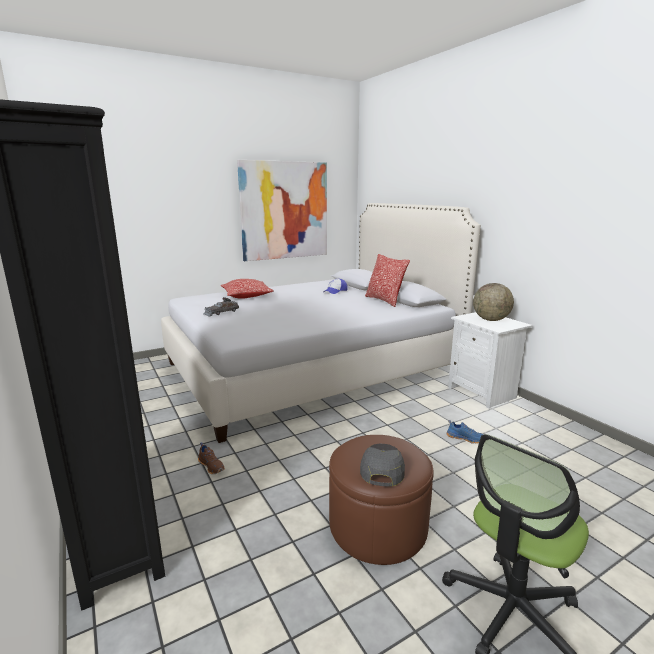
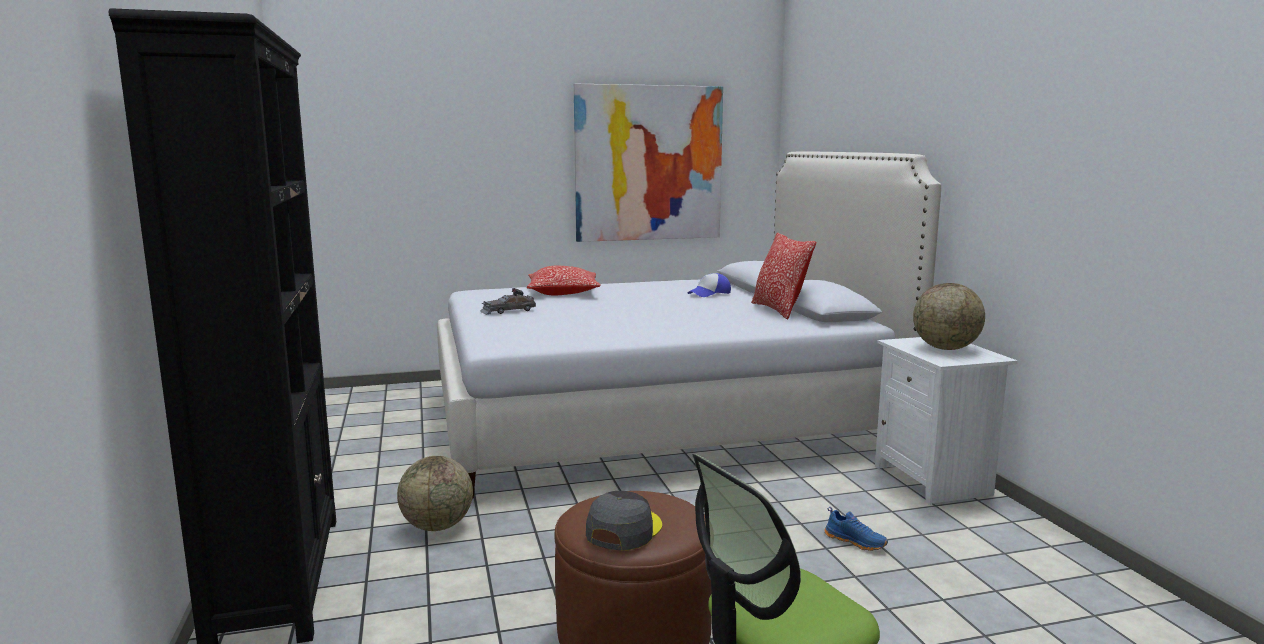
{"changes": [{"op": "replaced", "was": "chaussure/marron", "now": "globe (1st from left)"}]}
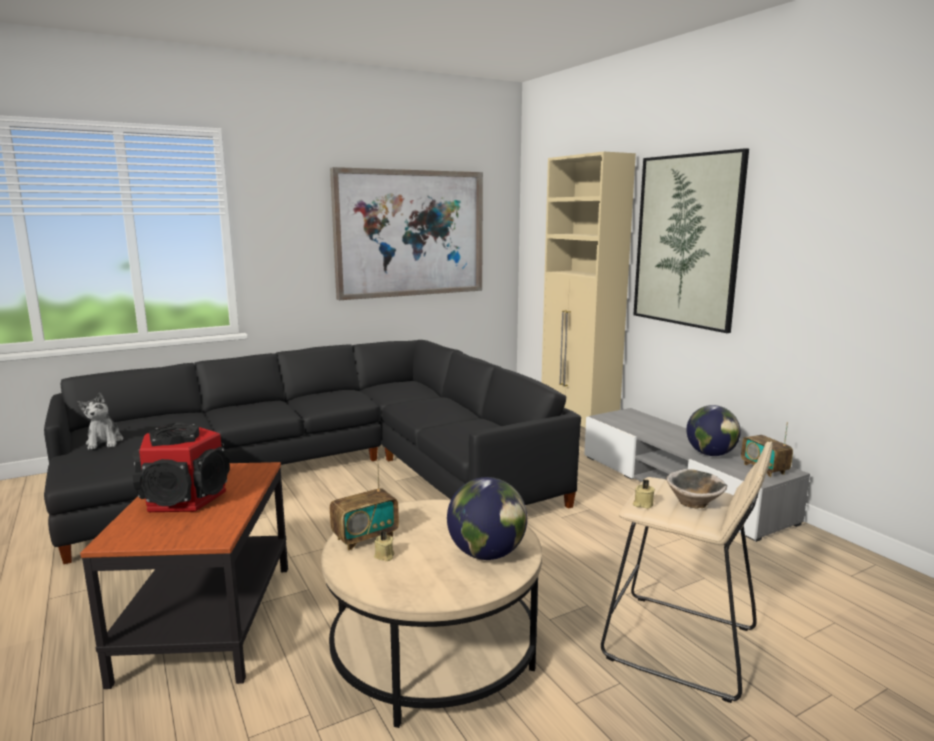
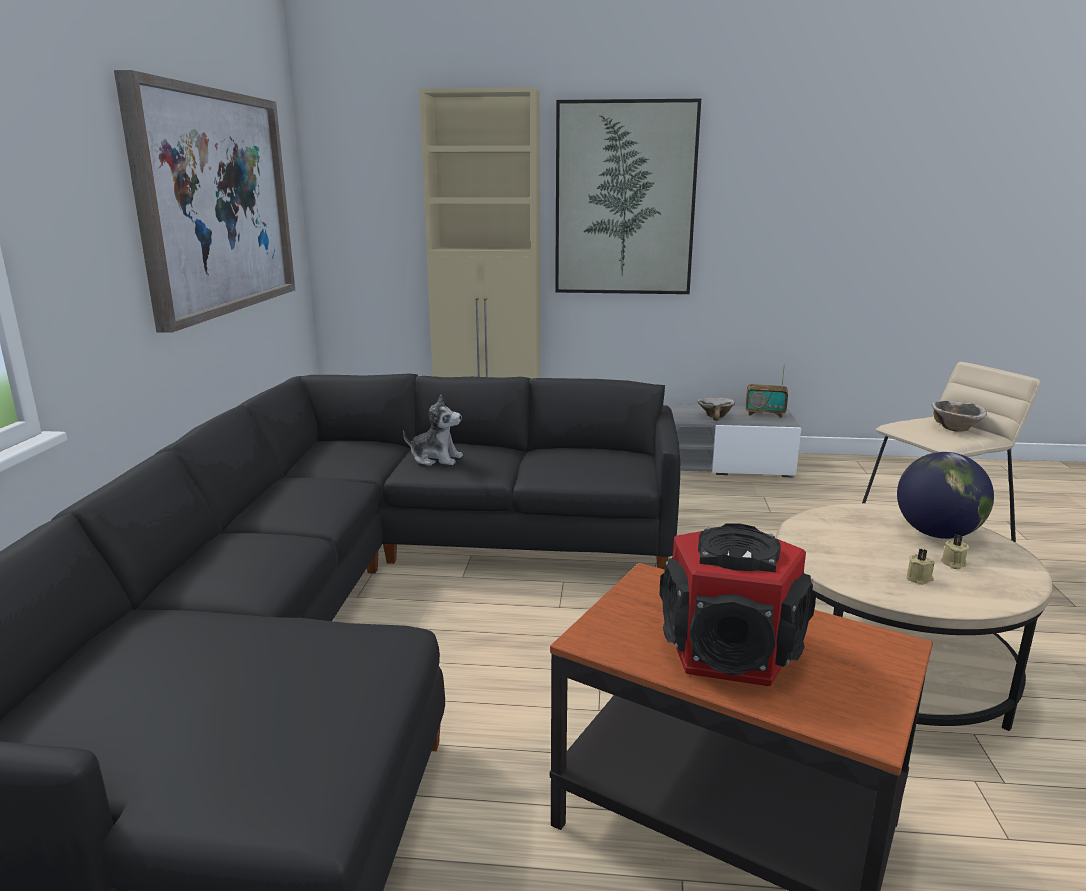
{"changes": [{"op": "moved", "was": "peluche"}, {"op": "replaced", "was": "globe (2nd from left)", "now": "bol (1st from left)"}, {"op": "moved", "was": "bougie/beige (2nd from left)"}, {"op": "removed", "was": "radio (1st from left)"}]}
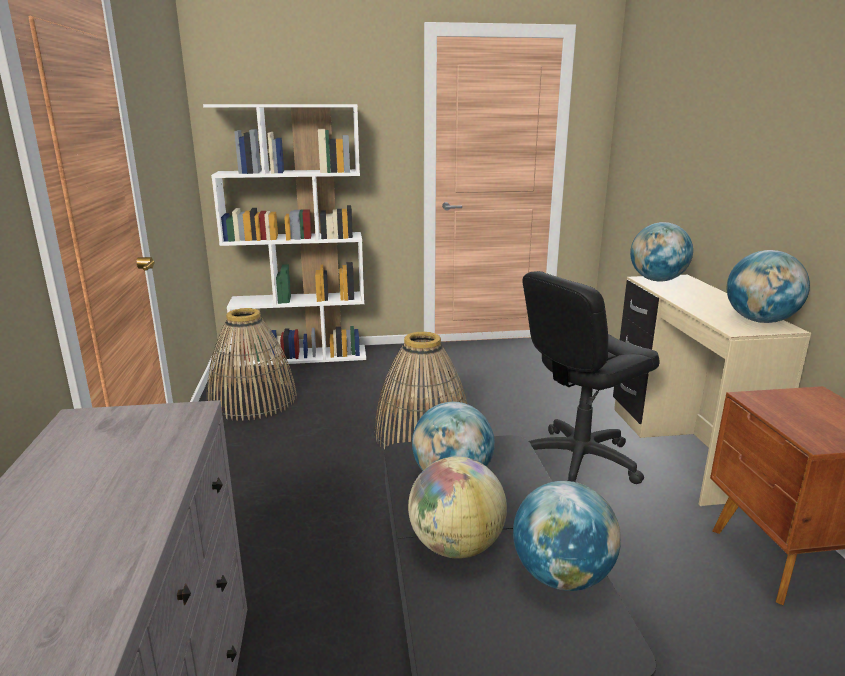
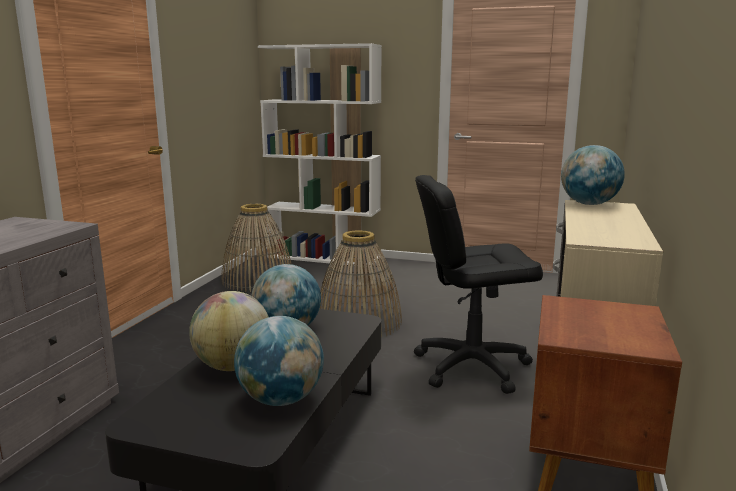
{"changes": [{"op": "removed", "was": "globe (5th from left)"}]}
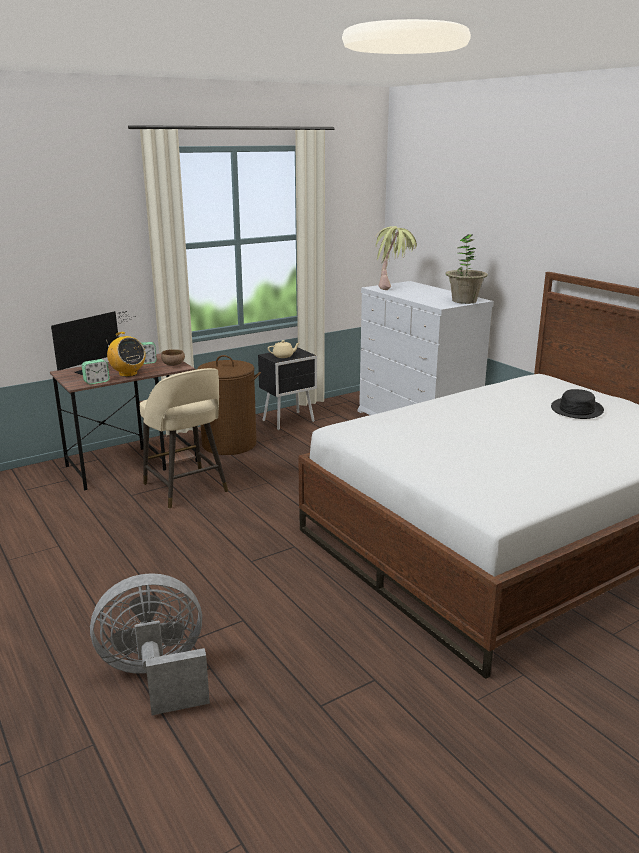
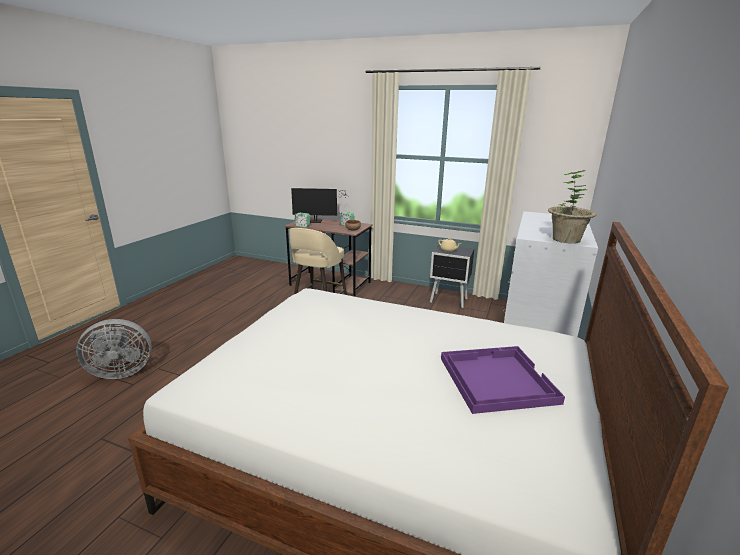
{"changes": [{"op": "turned", "was": "ventilateur/gris", "clockwise": 120}, {"op": "replaced", "was": "chapeau/noir", "now": "plateau/violet"}, {"op": "removed", "was": "radio"}, {"op": "removed", "was": "panier à linge/marron"}, {"op": "removed", "was": "plante en pot (1st from left)"}]}
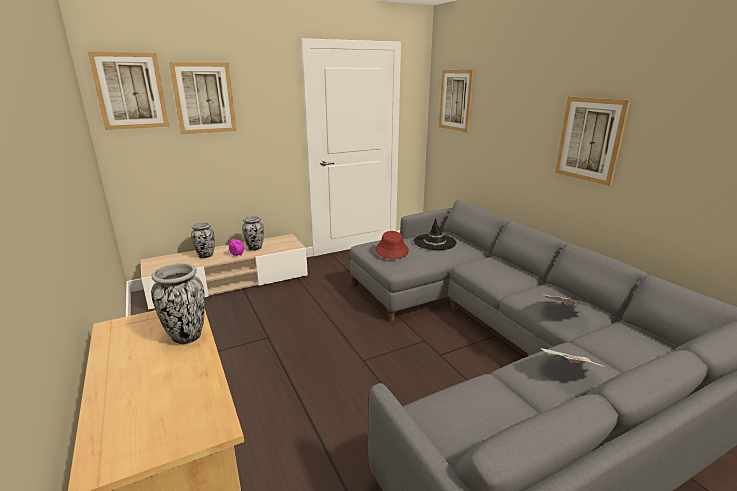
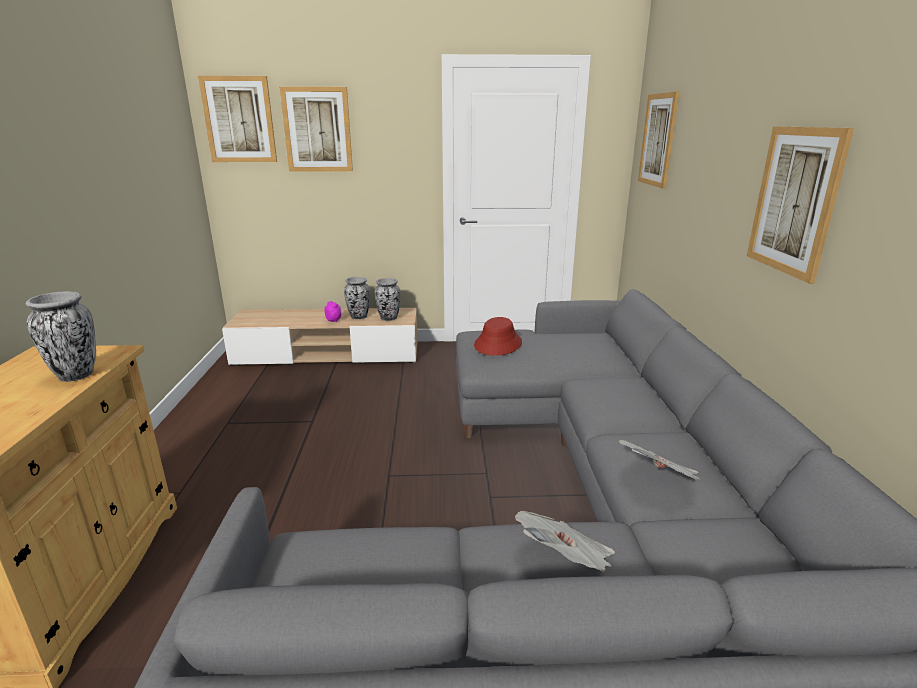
{"changes": [{"op": "moved", "was": "vase (2nd from left in the first image)", "now": "vase (3rd from left)"}, {"op": "removed", "was": "chapeau/noir"}]}
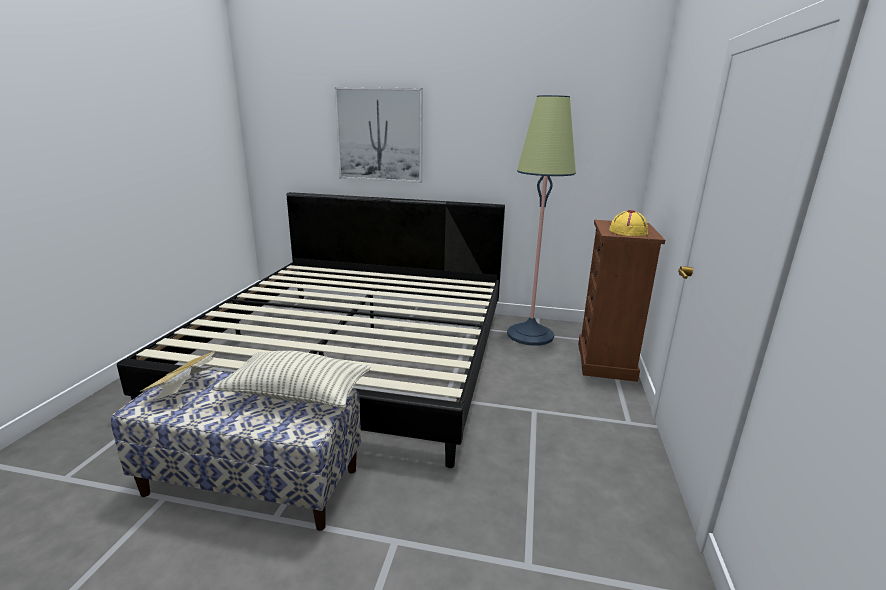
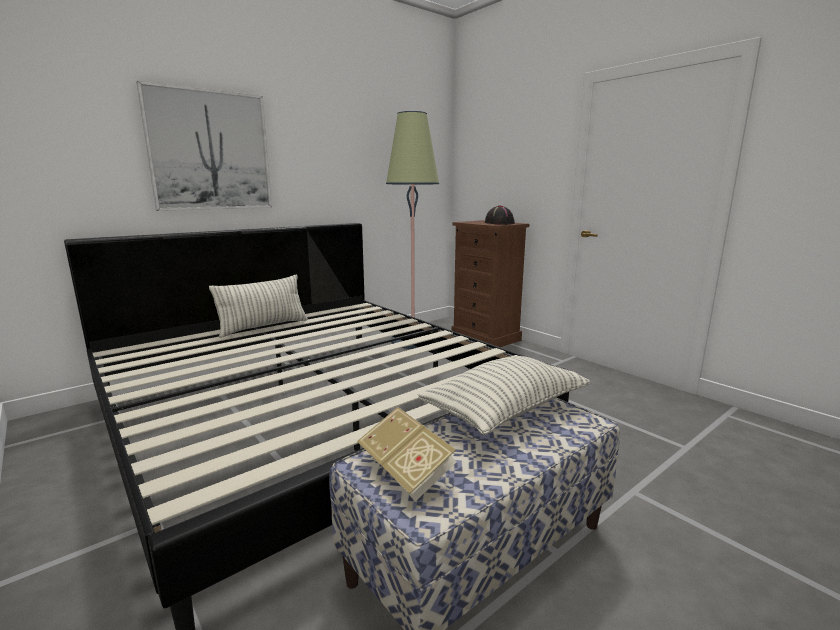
{"changes": [{"op": "added", "now": "coussin (1st from left)"}, {"op": "recoloured", "was": "chapeau/jaune", "now": "chapeau/noir"}]}
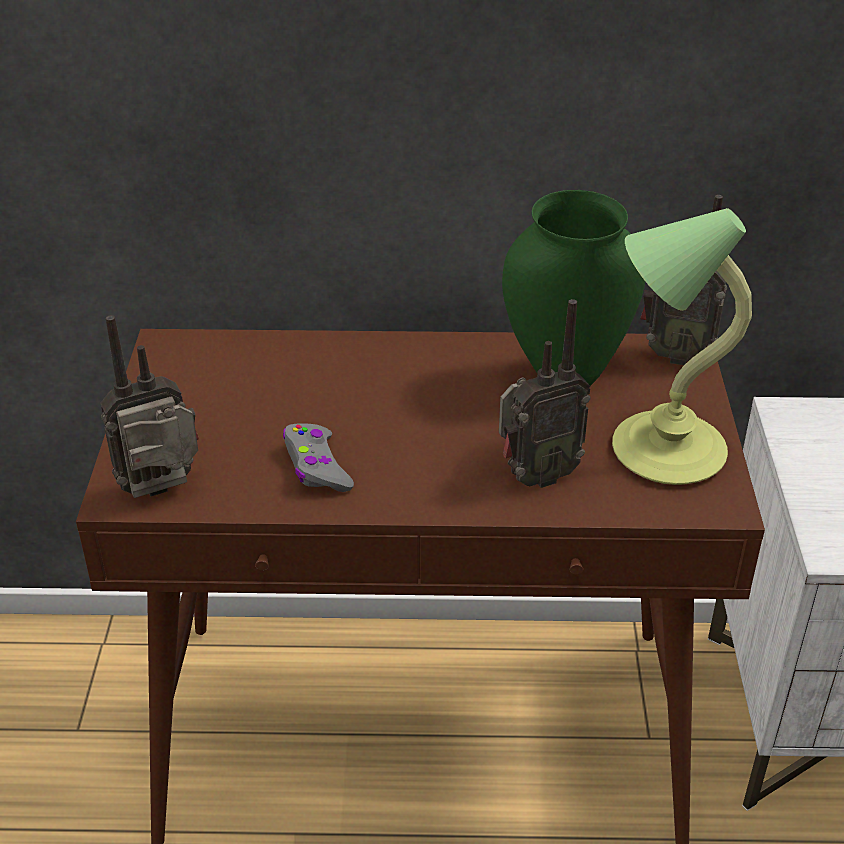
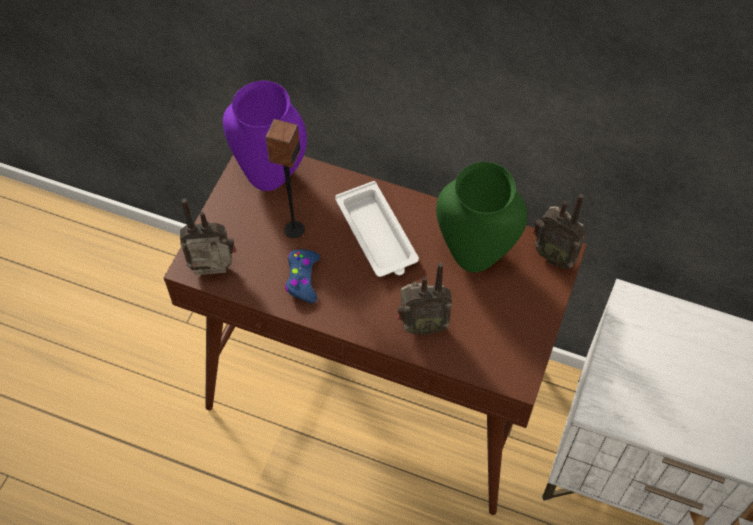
{"changes": [{"op": "added", "now": "vase/violet"}, {"op": "added", "now": "enceinte"}, {"op": "recoloured", "was": "manette/gris", "now": "manette/bleu"}, {"op": "added", "now": "plateau/blanc"}, {"op": "removed", "was": "lampe de table"}]}
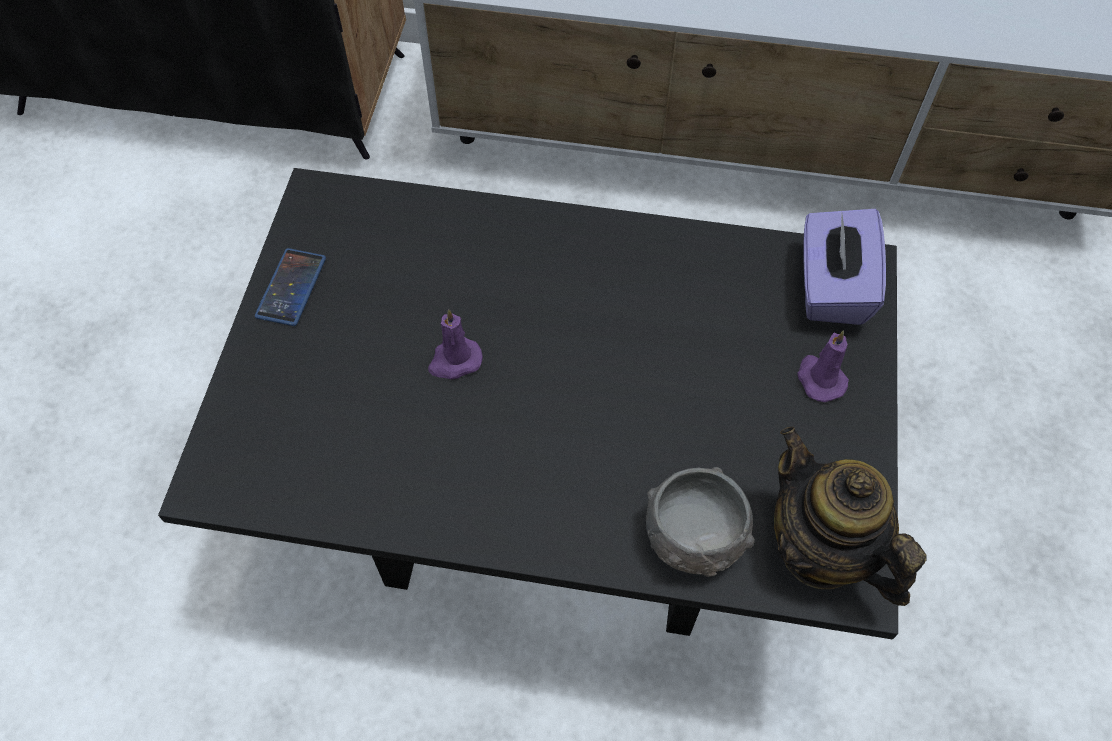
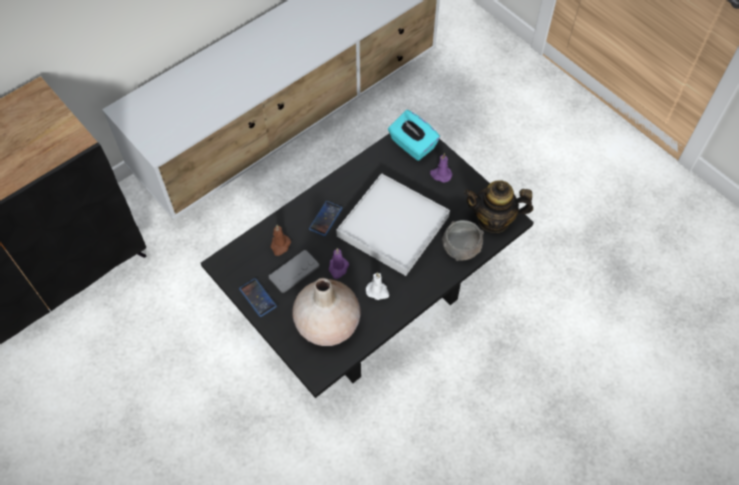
{"changes": [{"op": "added", "now": "manette/gris"}, {"op": "added", "now": "bougie/marron"}, {"op": "added", "now": "vase/beige"}, {"op": "added", "now": "téléphone (2nd from left)"}, {"op": "added", "now": "plateau/blanc"}, {"op": "added", "now": "bougie/blanc"}, {"op": "recoloured", "was": "boîte à mouchoirs/violet", "now": "boîte à mouchoirs/turquoise"}]}
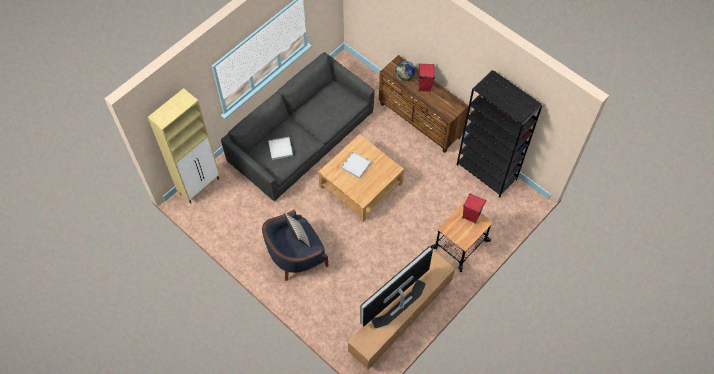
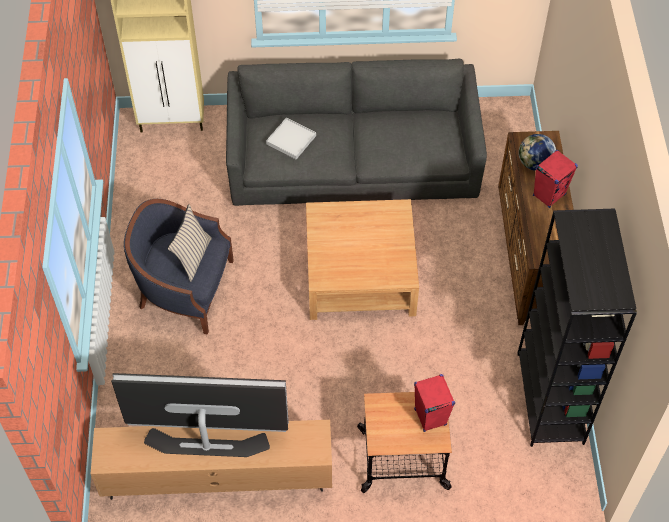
{"changes": [{"op": "removed", "was": "plateau/blanc (2nd from left)"}]}
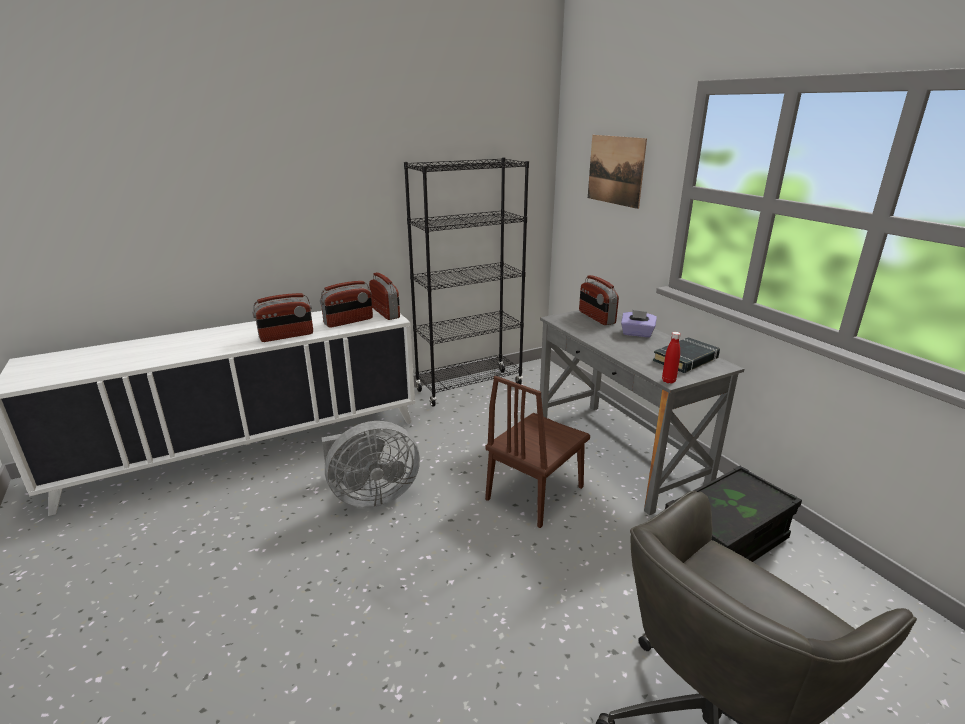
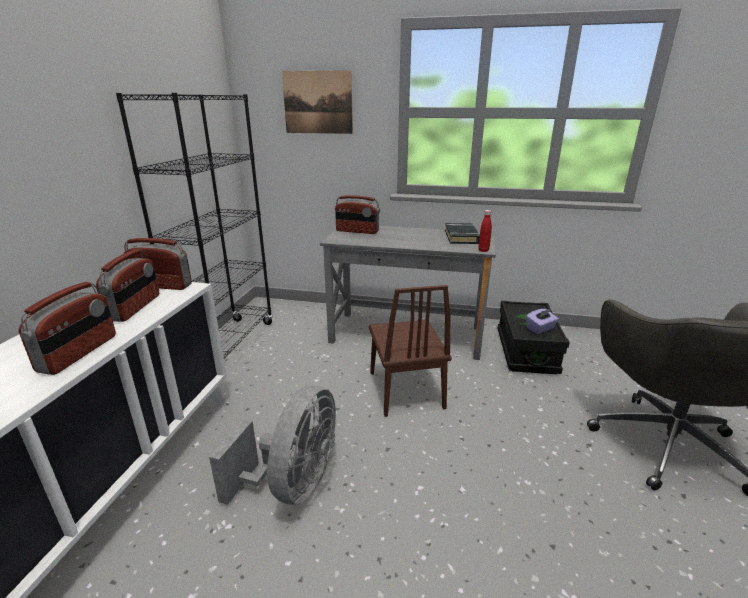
{"changes": [{"op": "moved", "was": "boîte à mouchoirs/violet"}]}
